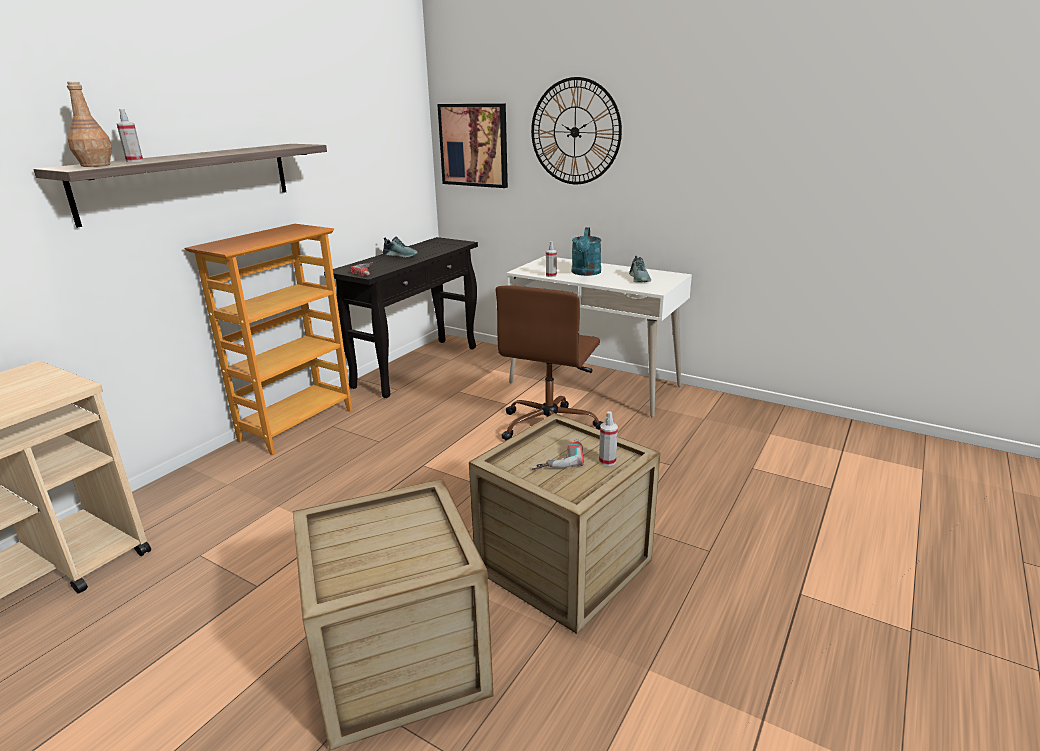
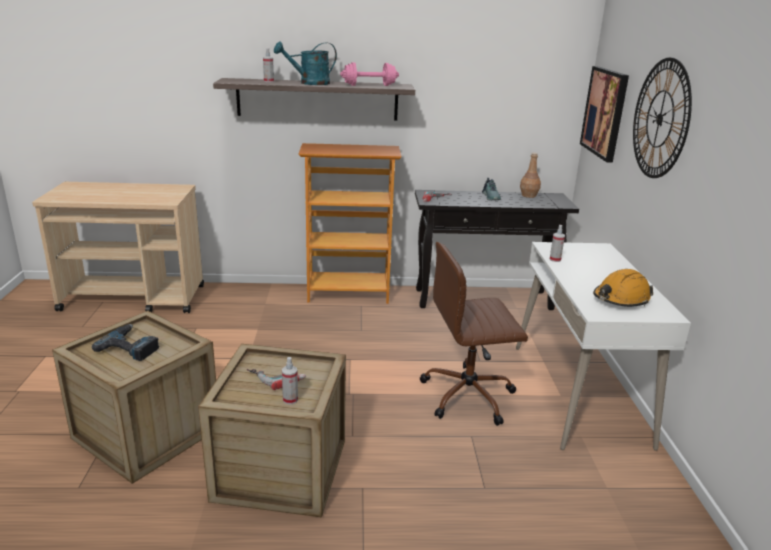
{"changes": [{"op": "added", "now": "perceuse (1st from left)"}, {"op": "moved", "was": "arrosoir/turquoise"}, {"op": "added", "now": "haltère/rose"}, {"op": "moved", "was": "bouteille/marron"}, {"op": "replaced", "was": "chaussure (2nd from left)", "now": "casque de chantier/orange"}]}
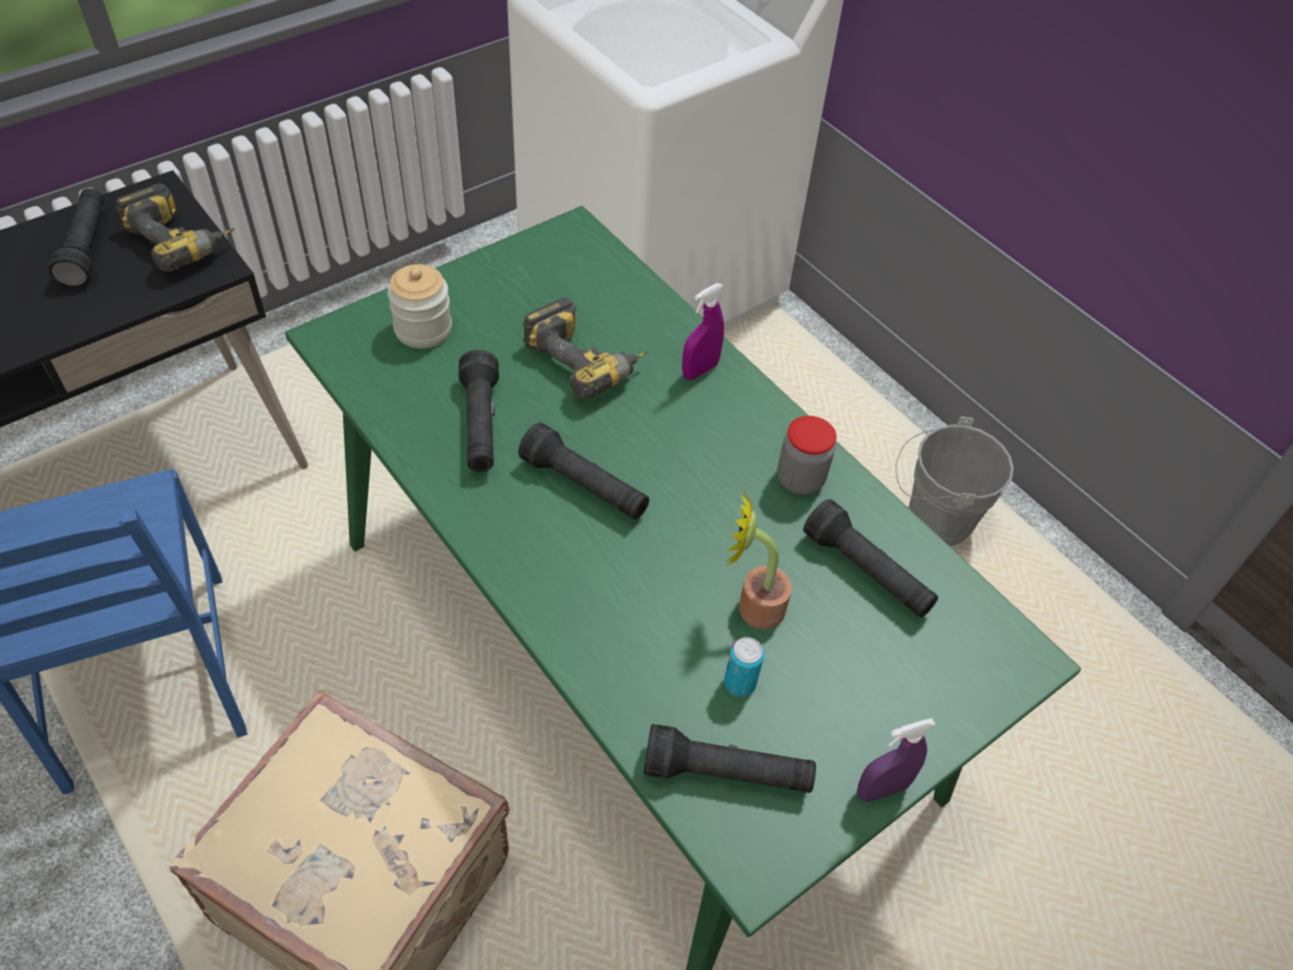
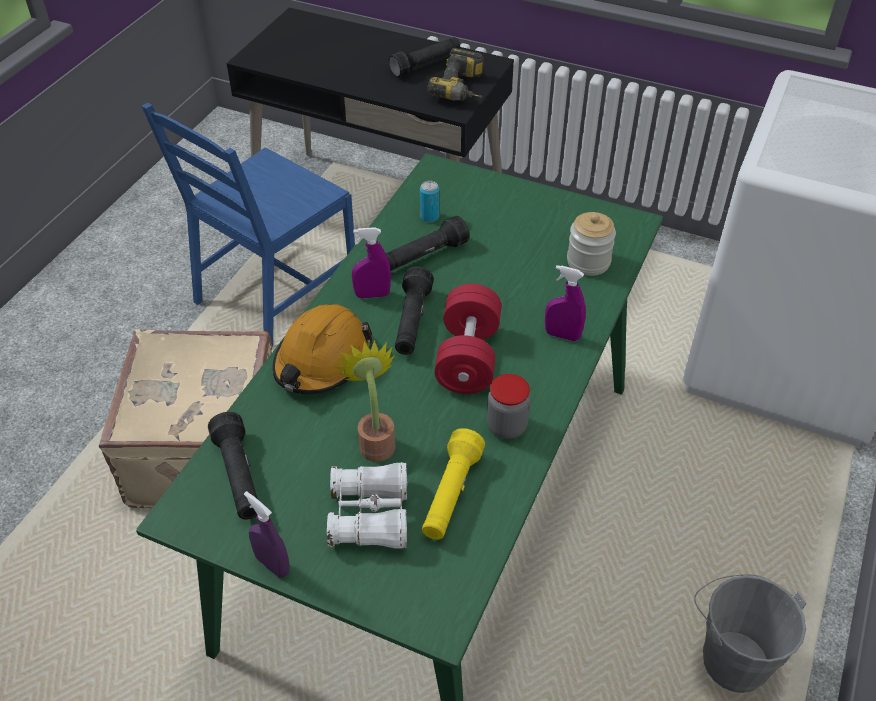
{"changes": [{"op": "added", "now": "casque de chantier/orange"}, {"op": "added", "now": "jumelles/blanc"}, {"op": "added", "now": "vaporisateur/violet (2nd from left)"}, {"op": "moved", "was": "boîte métallique"}, {"op": "recoloured", "was": "lampe de poche/noir (5th from left)", "now": "lampe de poche/jaune"}, {"op": "added", "now": "haltère/rouge"}, {"op": "moved", "was": "bocal (1st from left in the first image)", "now": "bocal (2nd from left)"}, {"op": "removed", "was": "perceuse (2nd from left)"}]}
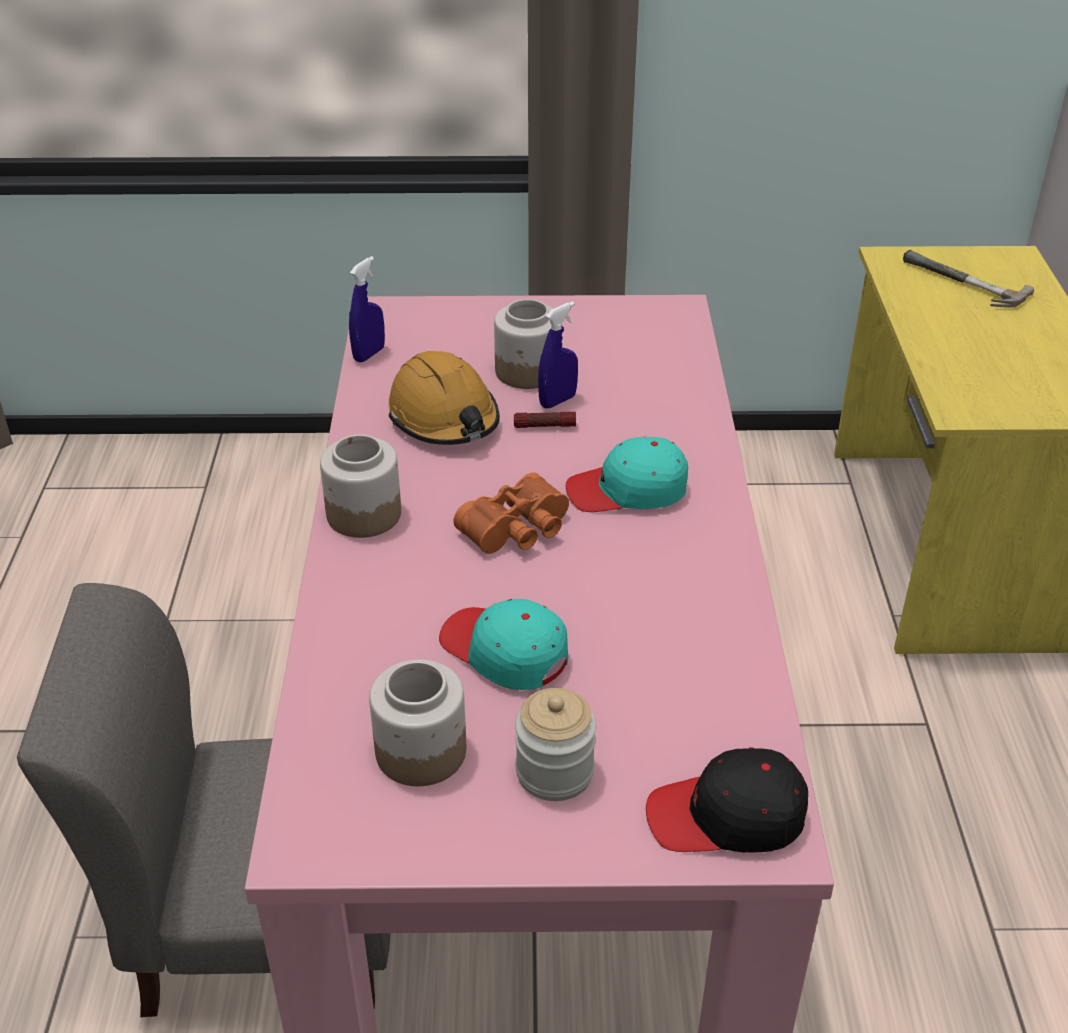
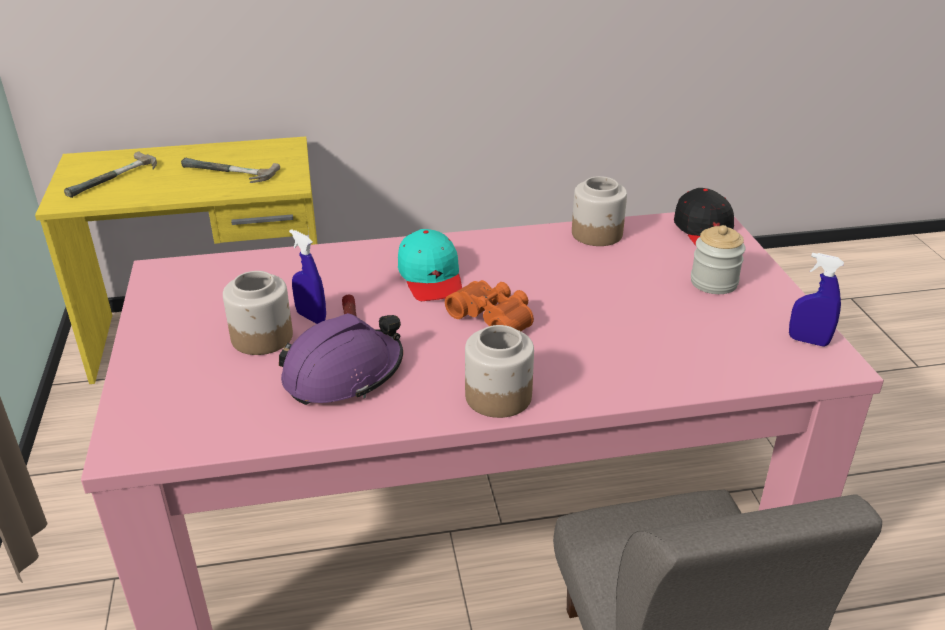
{"changes": [{"op": "added", "now": "marteau (2nd from left)"}, {"op": "recoloured", "was": "casque de chantier/orange", "now": "casque de chantier/violet"}, {"op": "moved", "was": "bocal (2nd from left in the first image)", "now": "bocal (3rd from left)"}, {"op": "moved", "was": "vaporisateur/bleu (1st from left in the first image)", "now": "vaporisateur/bleu (2nd from left)"}, {"op": "removed", "was": "casquette/turquoise (1st from left)"}]}
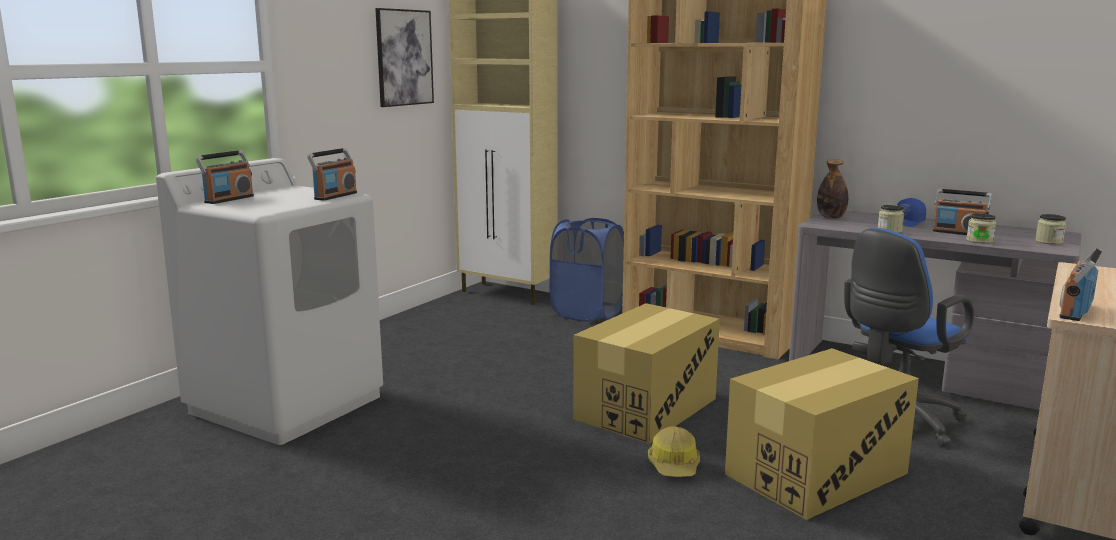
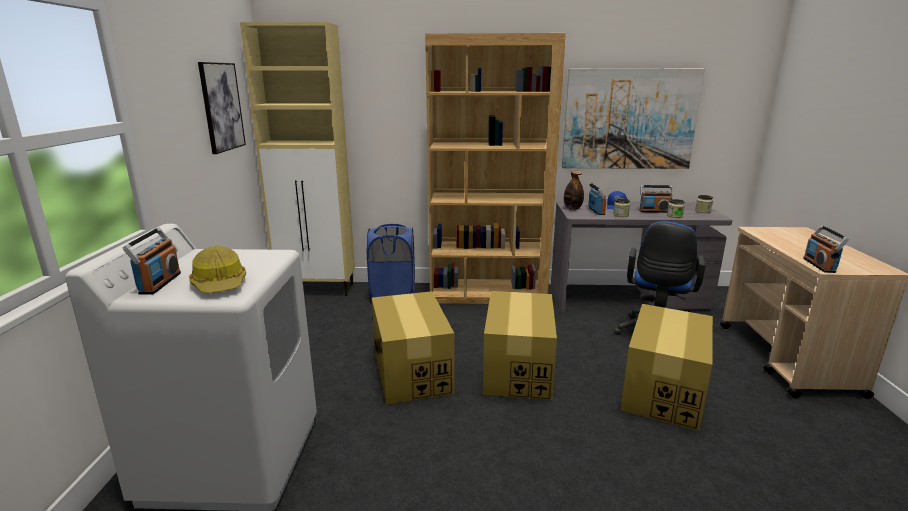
{"changes": [{"op": "moved", "was": "casque de chantier"}, {"op": "added", "now": "carton (1st from left)"}, {"op": "added", "now": "tableau (2nd from left)"}, {"op": "moved", "was": "radio (2nd from left)"}]}
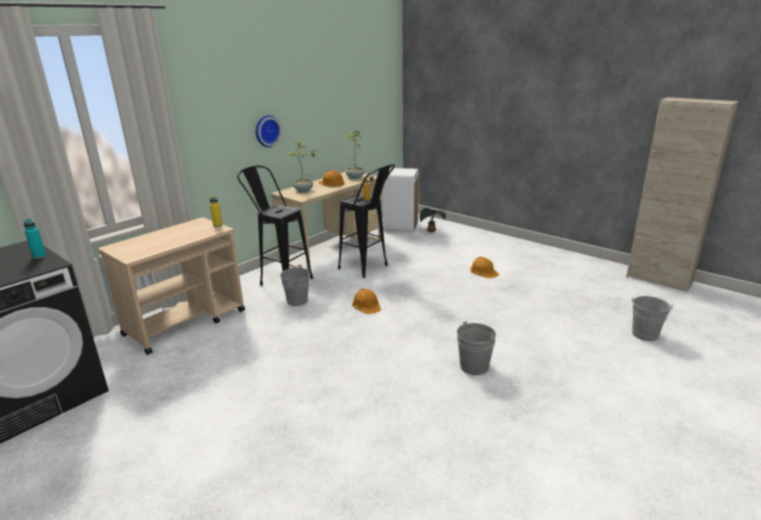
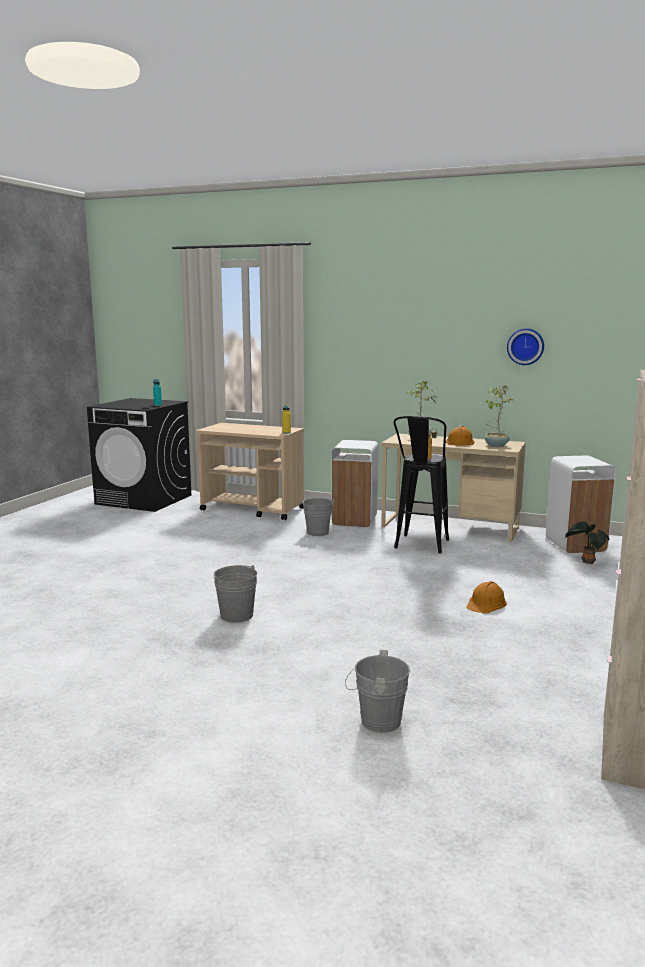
{"changes": [{"op": "replaced", "was": "tabouret/noir (1st from left)", "now": "poubelle/blanc (1st from left)"}, {"op": "moved", "was": "horloge murale"}, {"op": "removed", "was": "casque de chantier/orange (2nd from left)"}]}
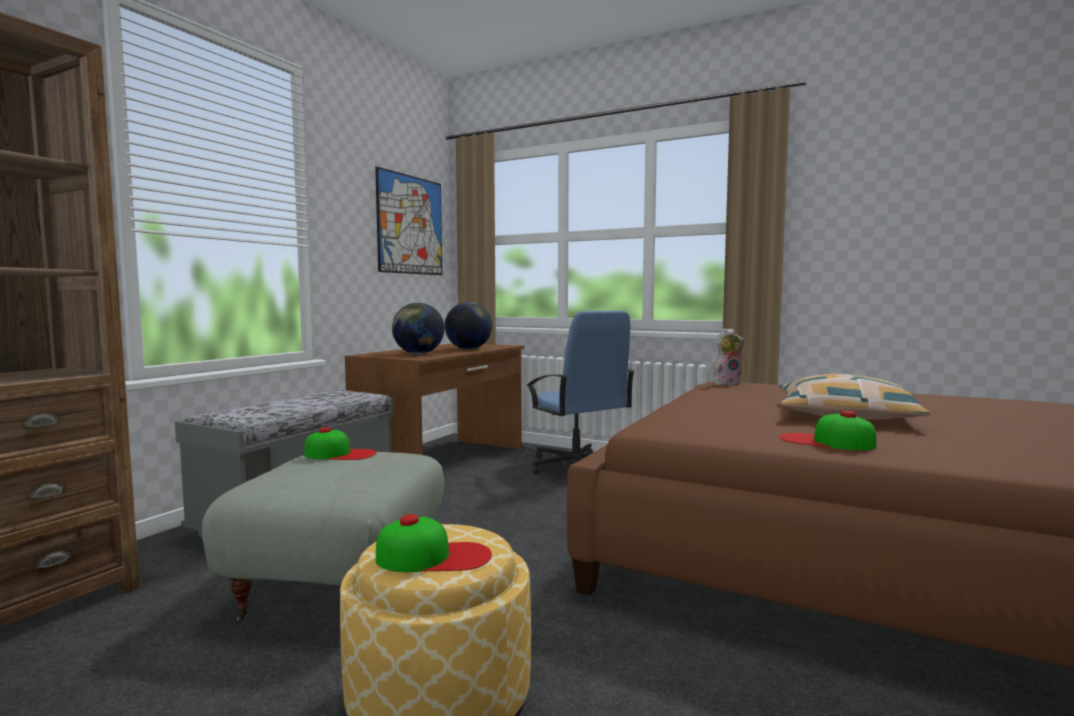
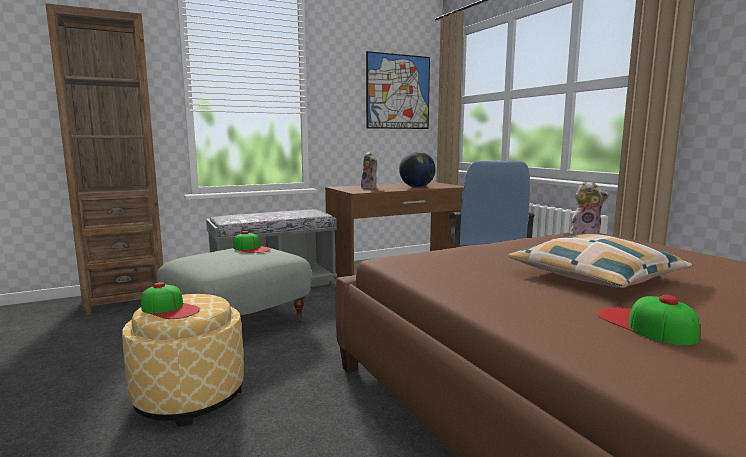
{"changes": [{"op": "replaced", "was": "globe (1st from left)", "now": "peluche (1st from left)"}, {"op": "moved", "was": "casquette (3rd from left)"}]}
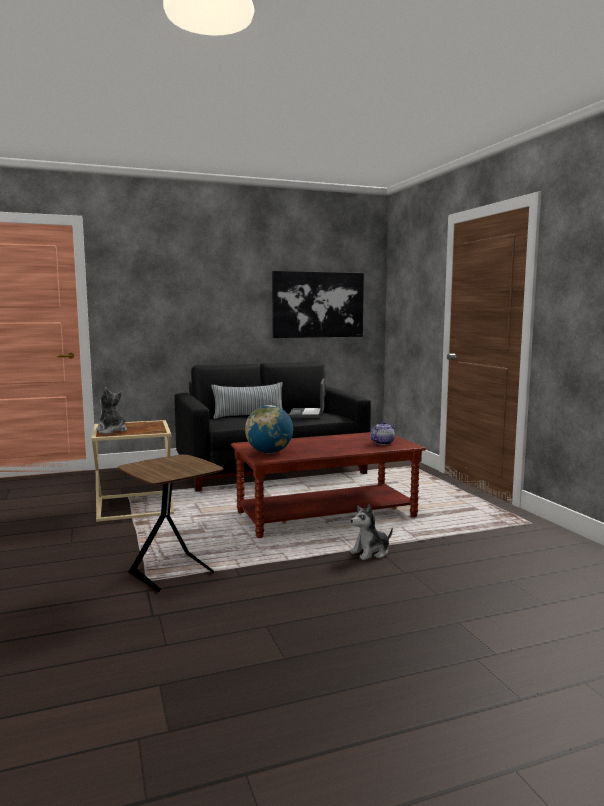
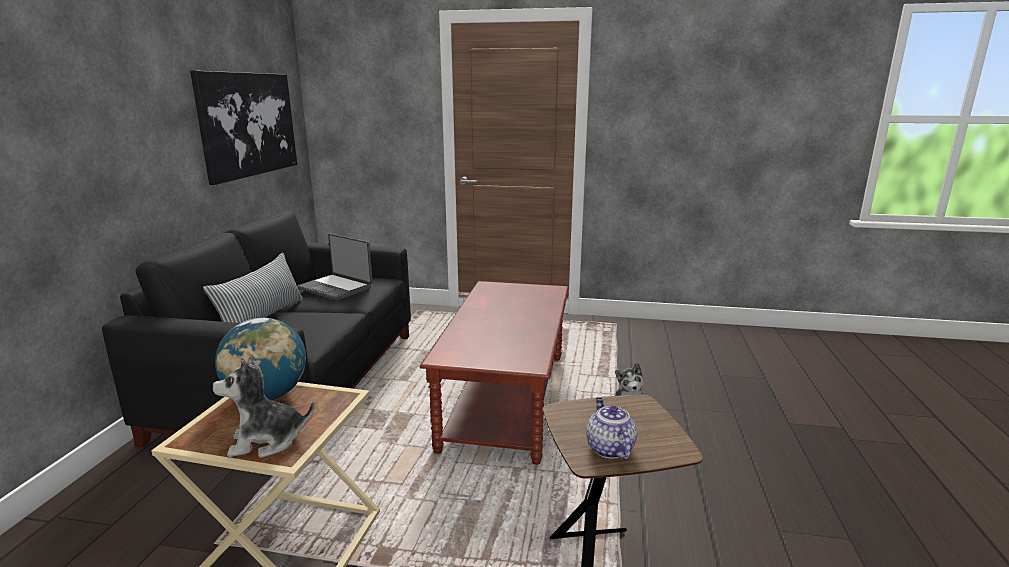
{"changes": [{"op": "moved", "was": "globe"}, {"op": "moved", "was": "théière"}]}
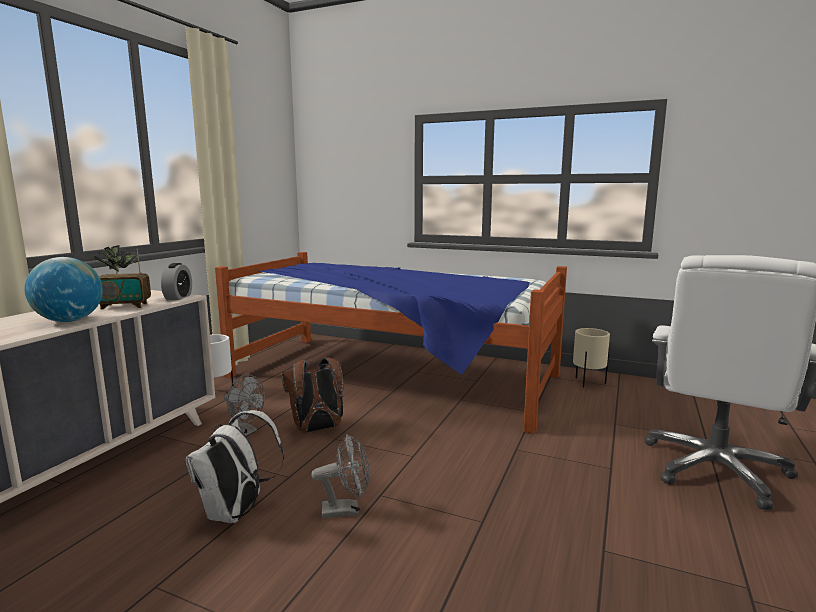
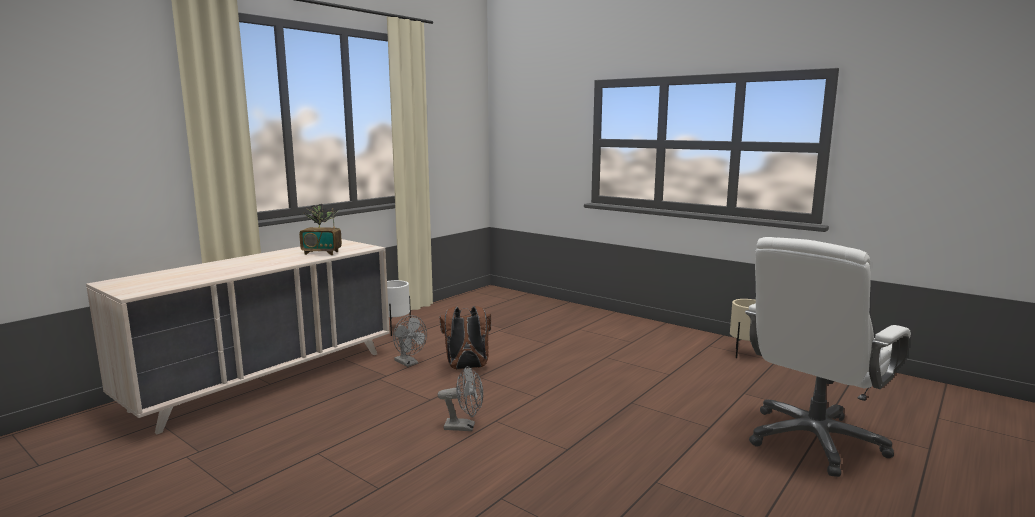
{"changes": [{"op": "removed", "was": "globe"}, {"op": "removed", "was": "réveil"}, {"op": "removed", "was": "sac à dos/blanc"}, {"op": "removed", "was": "lit"}]}
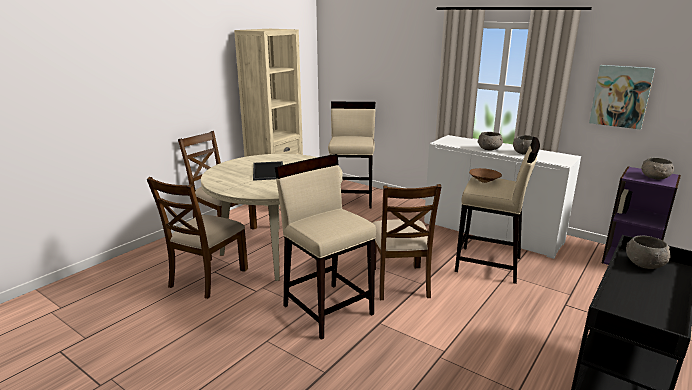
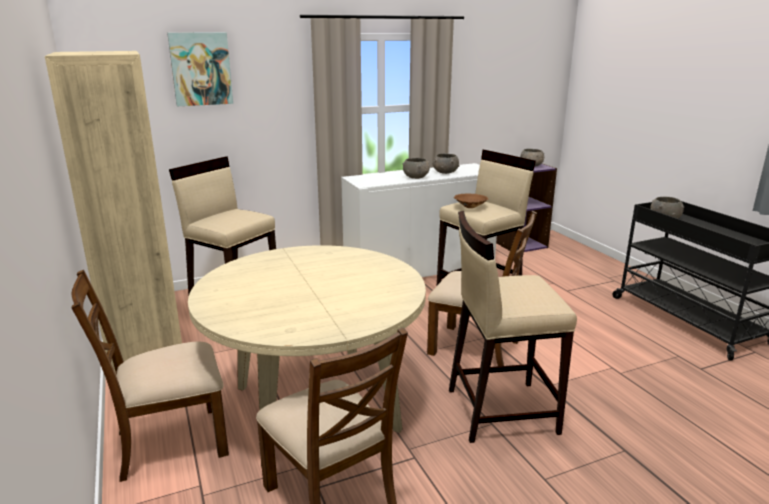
{"changes": [{"op": "moved", "was": "tableau"}, {"op": "removed", "was": "plateau"}]}
